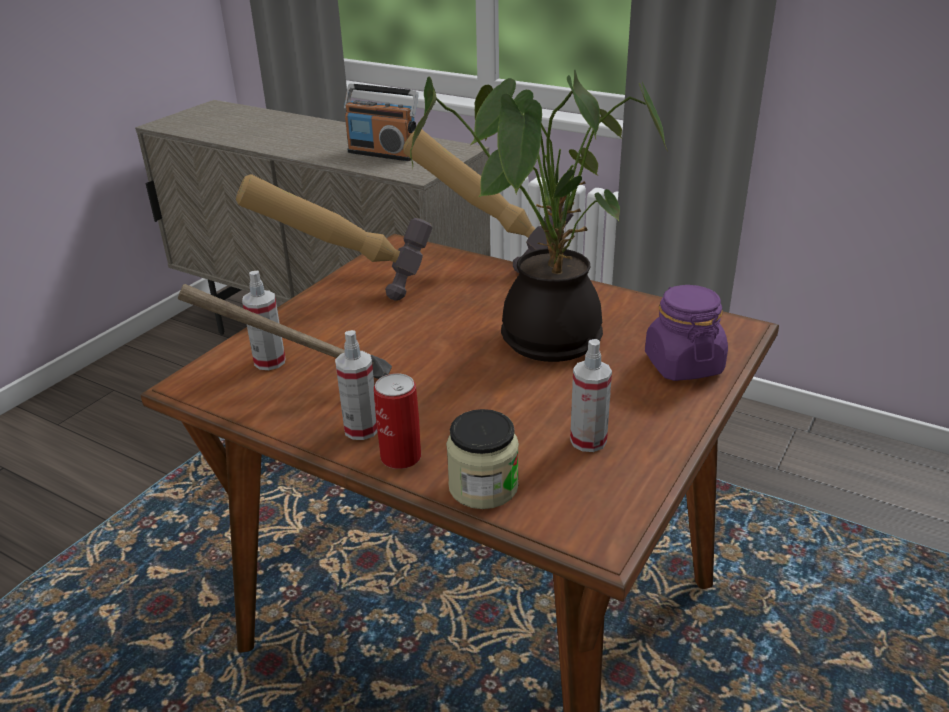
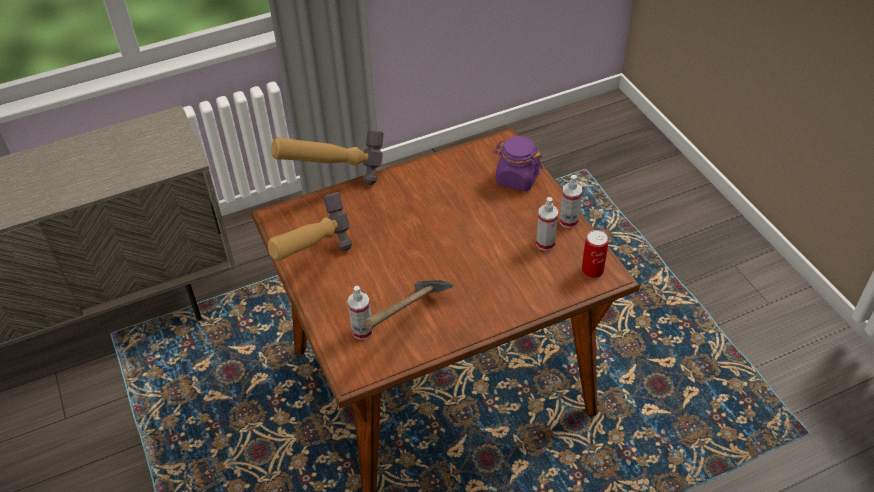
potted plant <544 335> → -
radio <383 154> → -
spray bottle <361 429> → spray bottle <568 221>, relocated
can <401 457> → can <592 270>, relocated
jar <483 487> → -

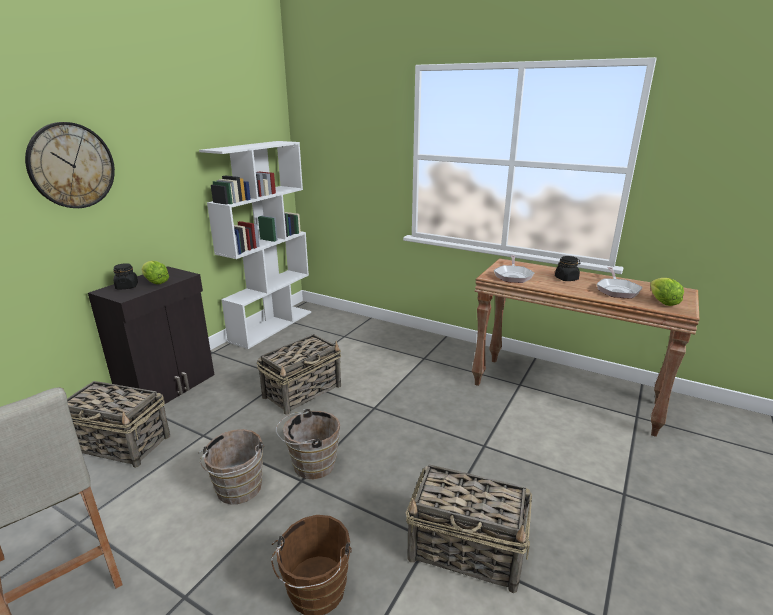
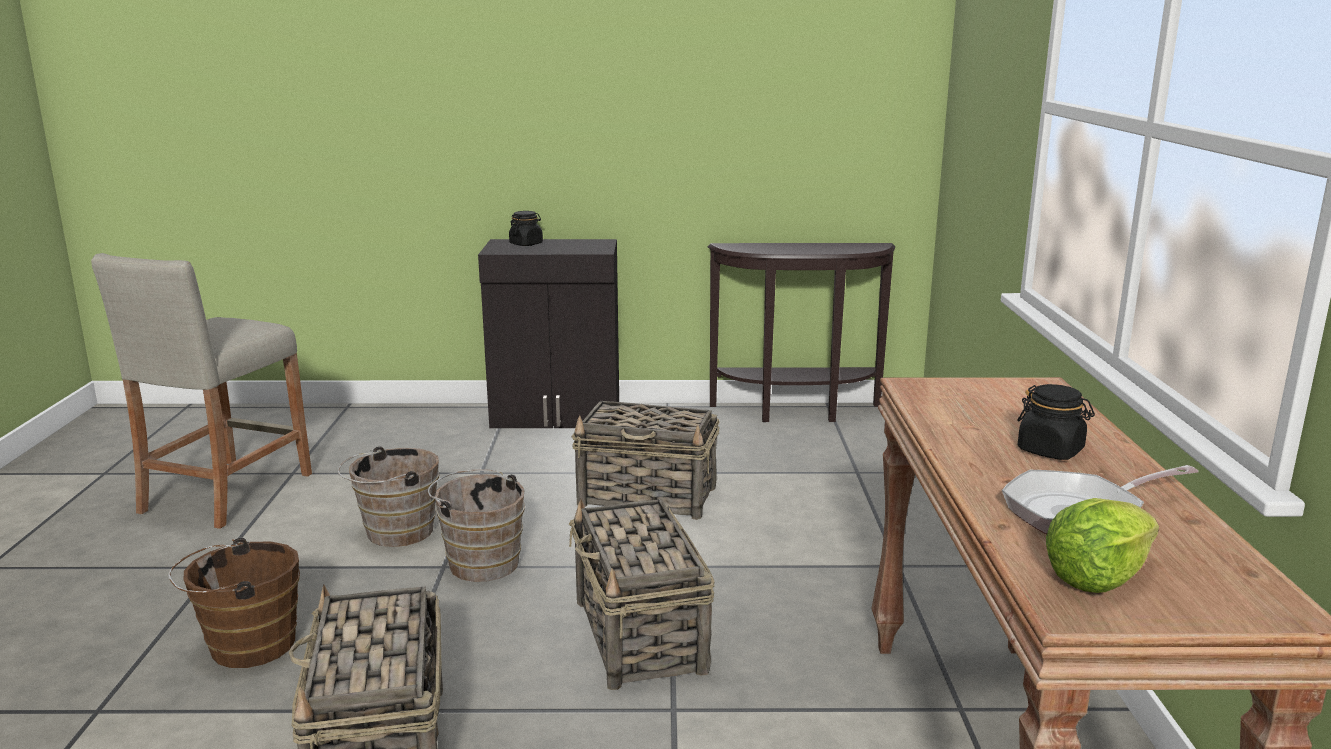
wall clock <71 166> → -
bookcase (white) <272 326> → console table (brown) <797 412>
frying pan <513 276> → -
lettuce <155 282> → -
basket <121 444> → basket <640 637>, relocated

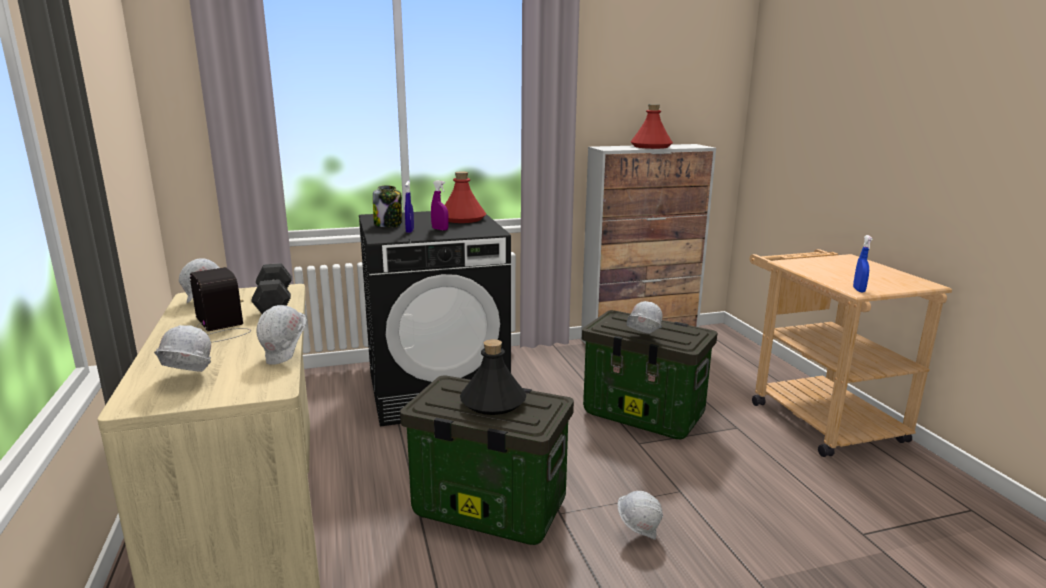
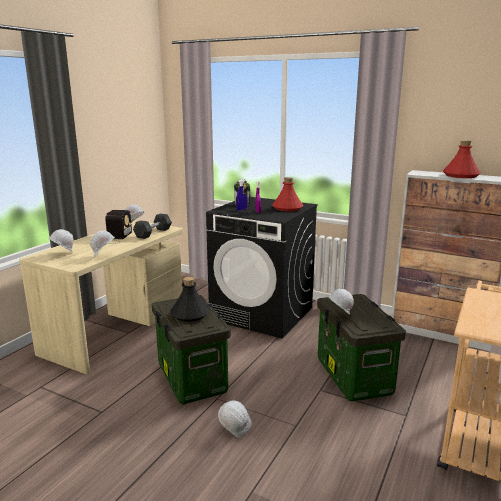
spray bottle (blue) <859 290> → -

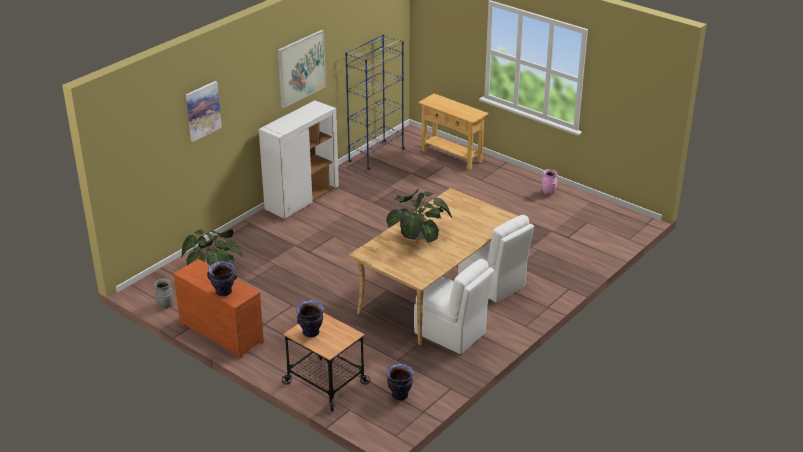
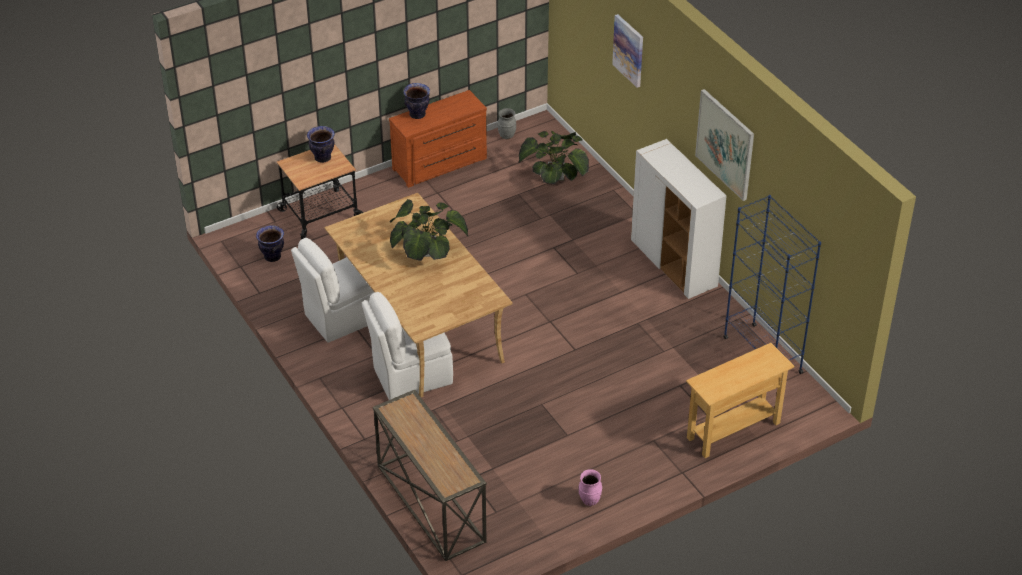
- → console table <430 504>

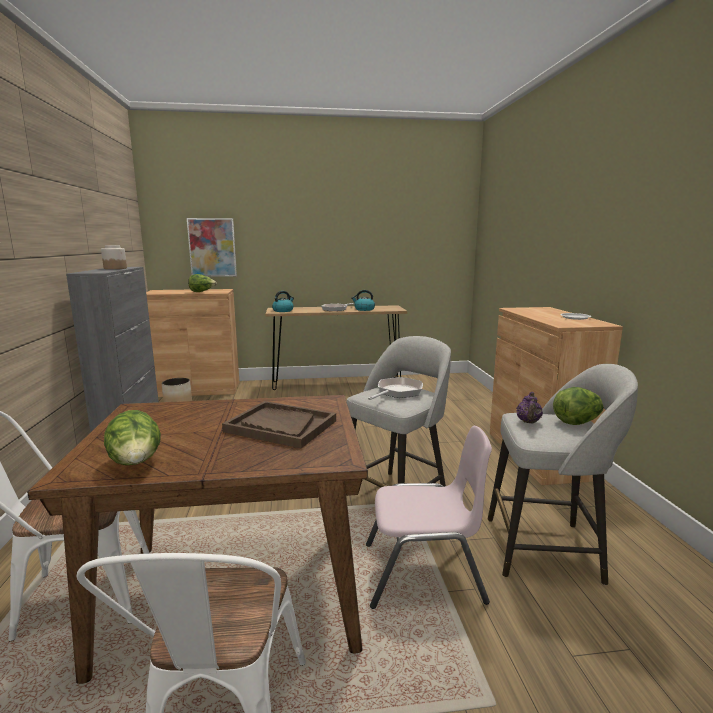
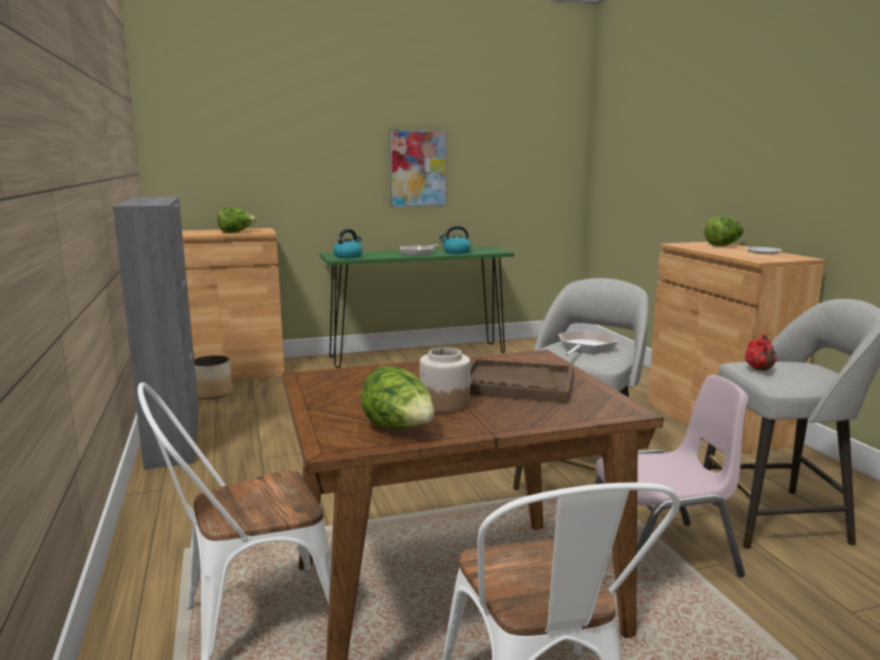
picture <212 247> → picture <418 168>, relocated
jar <115 268> → jar <444 404>, relocated
console table (brown) <336 383> → console table (green) <418 355>
lettuce <577 422> → lettuce <723 245>, relocated
teapot (purple) <528 422> → teapot (red) <759 370>

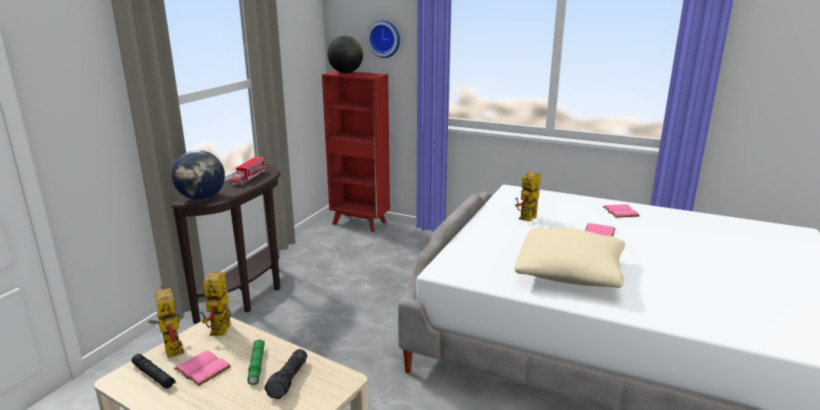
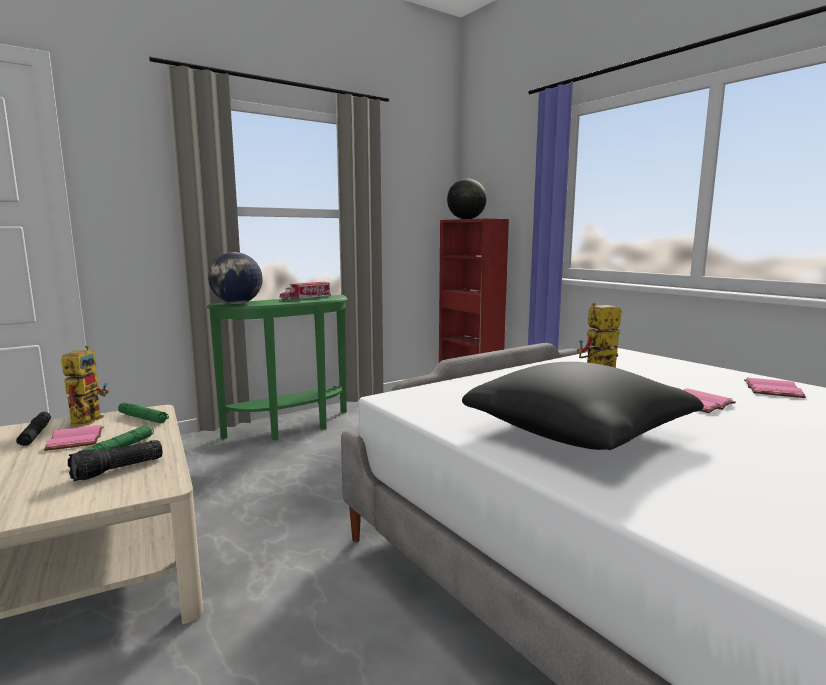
wall clock <385 38> → -
console table (brown) <250 295> → console table (green) <294 428>
pillow (beige) <569 272> → pillow (black) <578 432>
toy robot <221 333> → flashlight (green) <143 418>

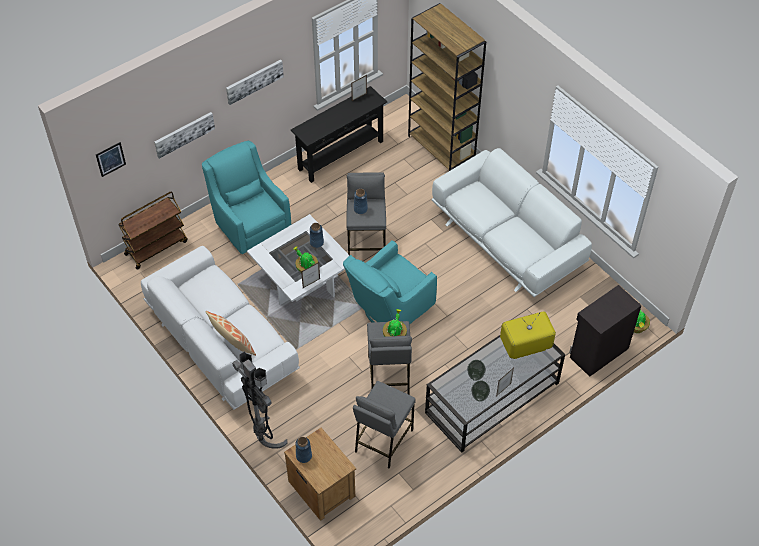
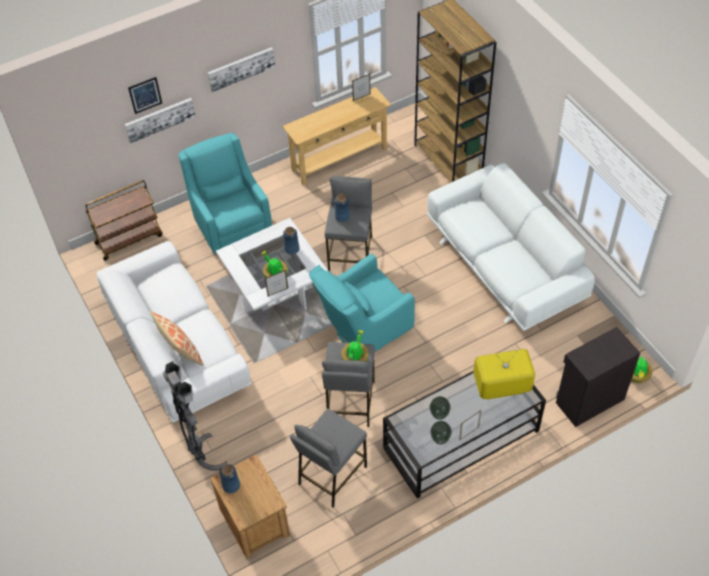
console table (black) <340 155> → console table (beige) <339 159>
picture <110 159> → picture <145 95>, relocated

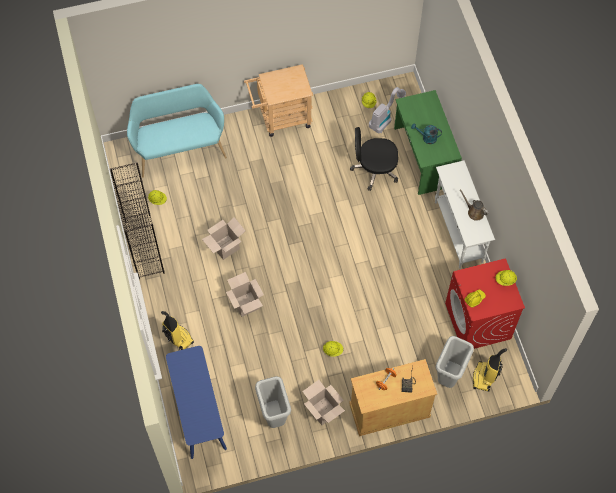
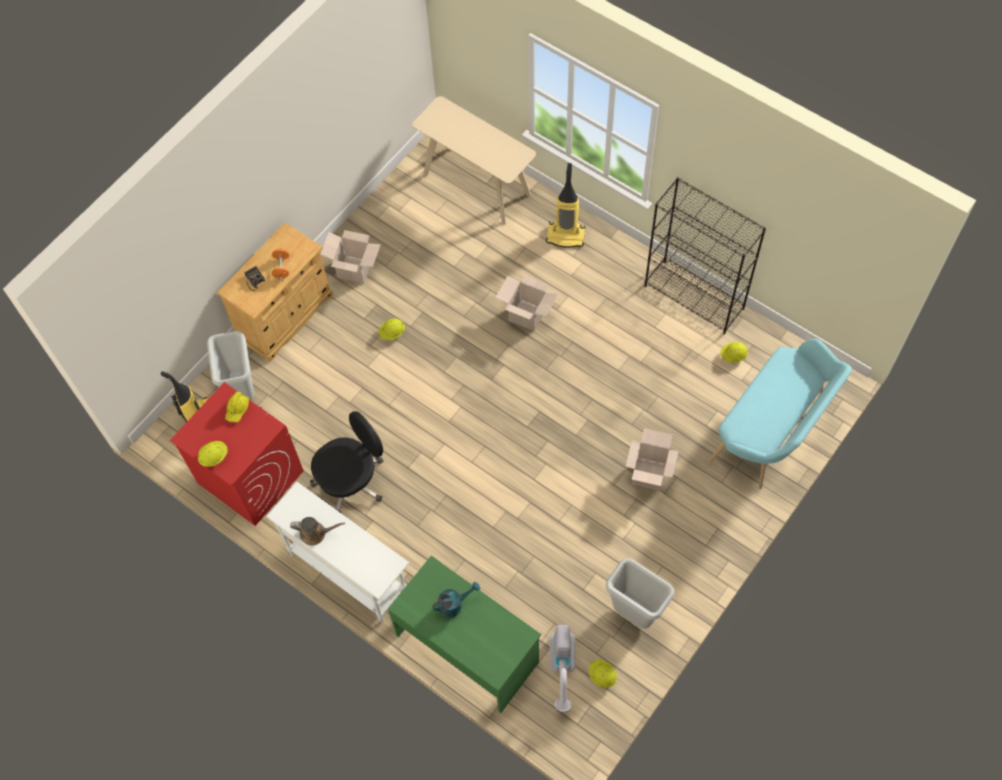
cart (beige) <280 118> → -
office chair (black) <374 169> → office chair (black) <352 481>, relocated
cardboard box <225 247> → cardboard box <649 474>, relocated
console table (blue) <199 415> → console table (beige) <477 184>
trash can (grey) <273 416> → trash can (grey) <635 613>, relocated

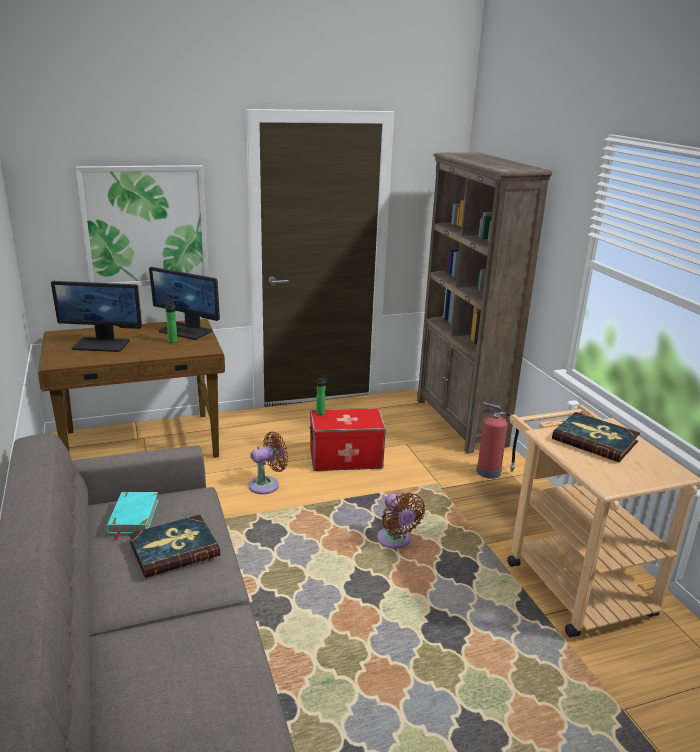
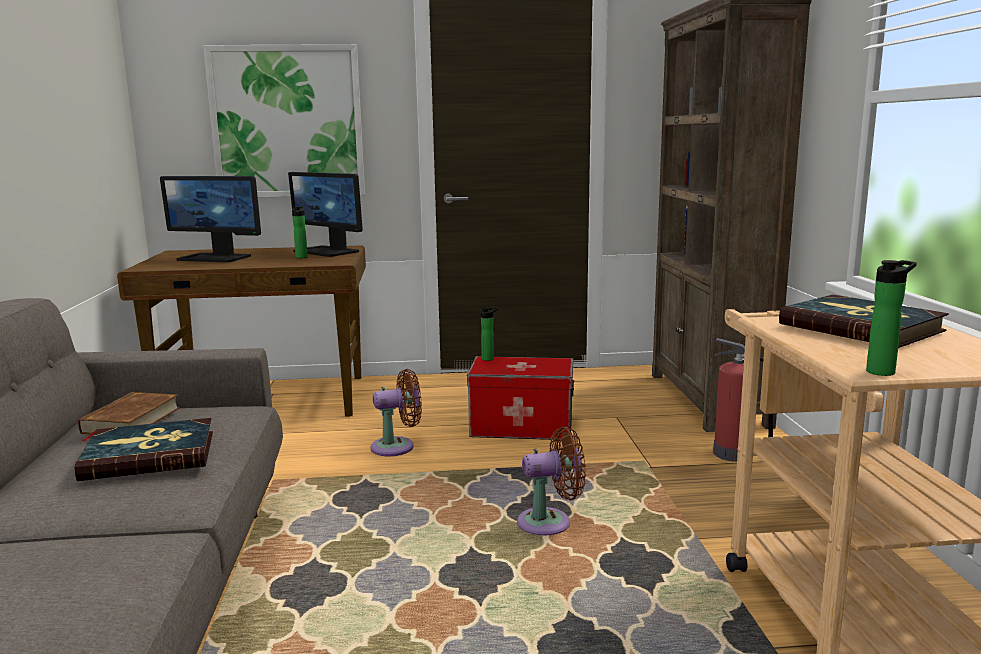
book (turquoise) <133 516> → book (brown) <131 421>
fan (brown) <395 541> → fan (brown) <550 523>, 90 degrees counterclockwise
- → bottle <883 371>

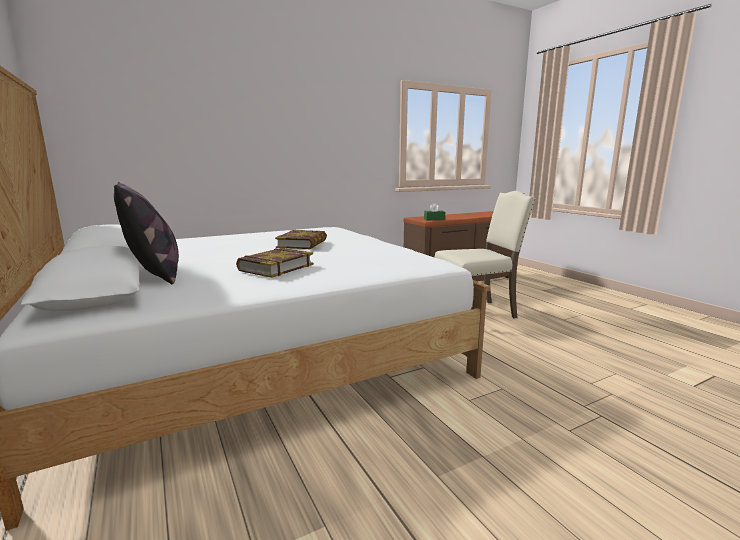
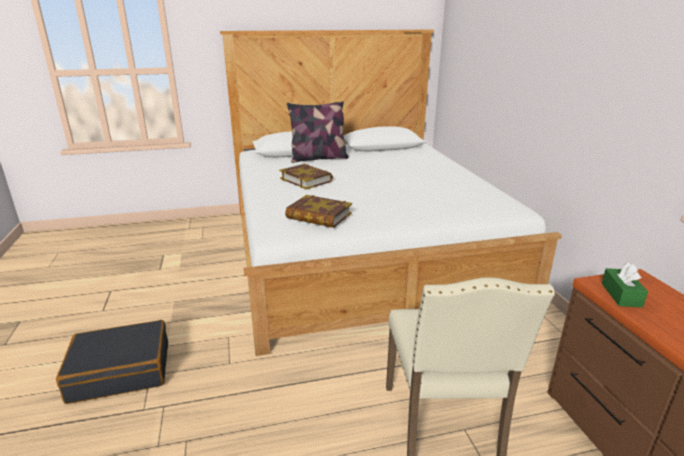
book <302 244> → book <319 216>, relocated
- → suitcase (black) <121 371>

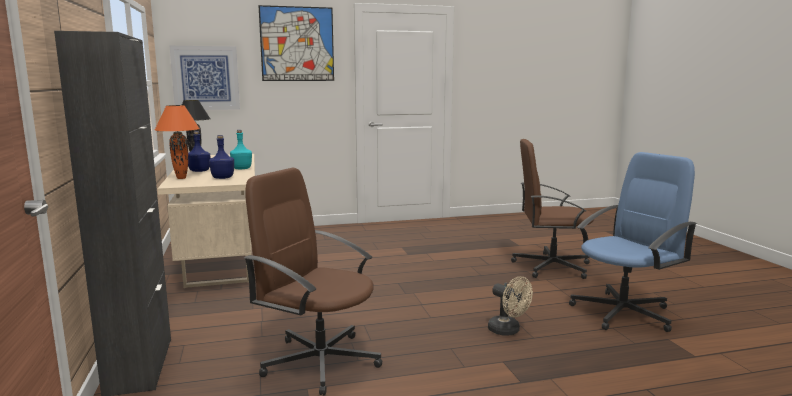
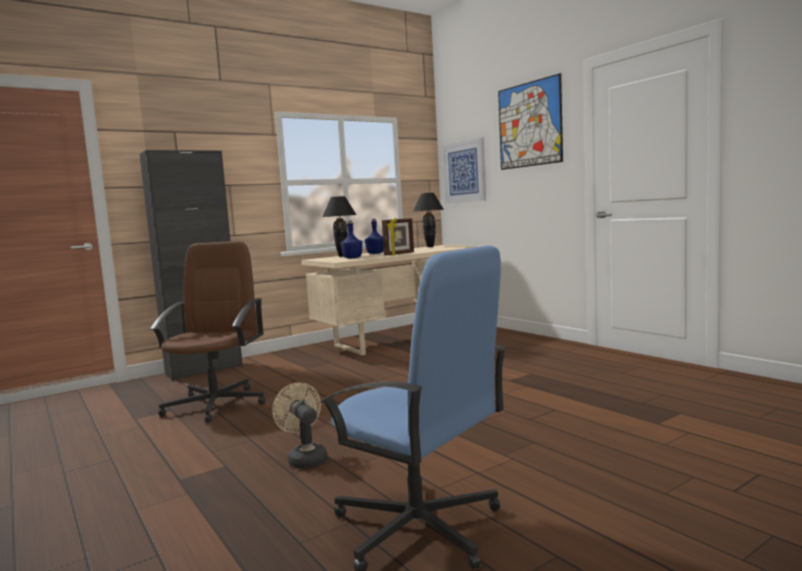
table lamp (orange) <181 178> → table lamp (black) <342 256>
bottle (turquoise) <241 168> → picture frame <399 254>
office chair (brown) <550 266> → -
fan (beige) <508 331> → fan (beige) <305 458>, 120 degrees clockwise

